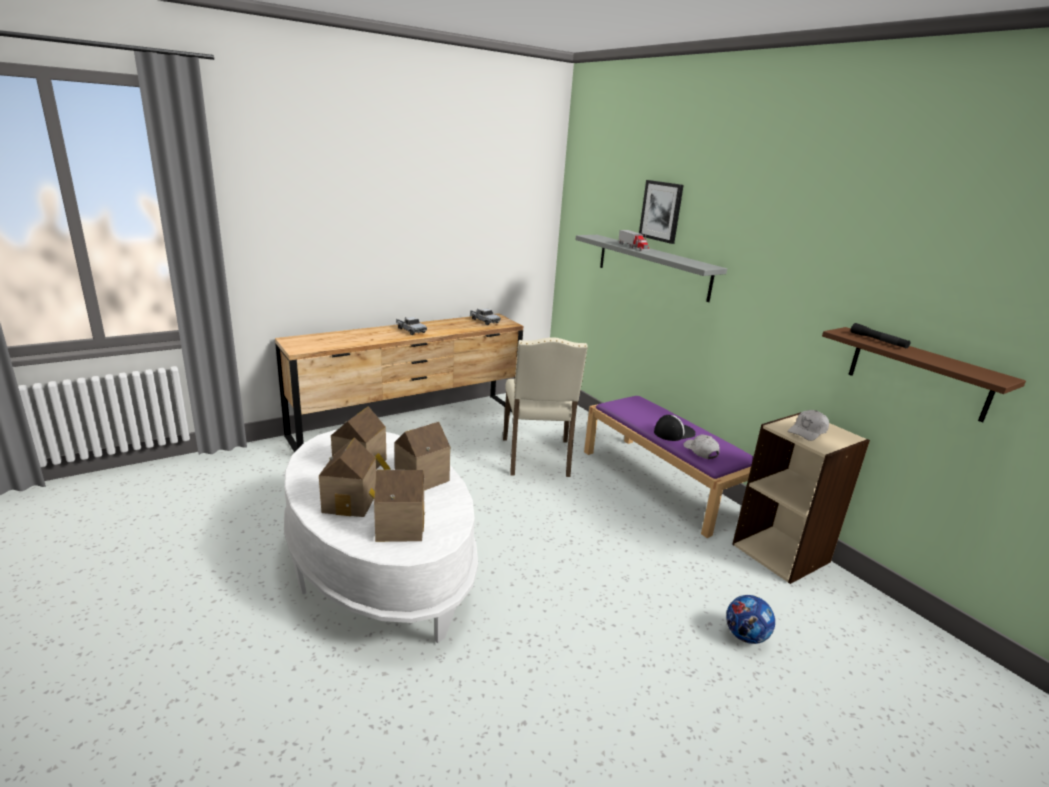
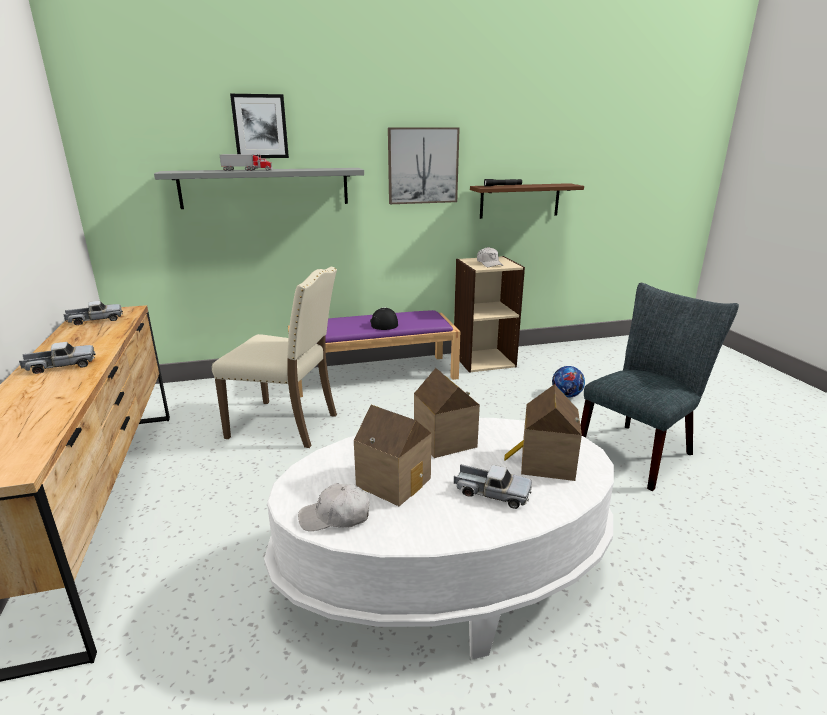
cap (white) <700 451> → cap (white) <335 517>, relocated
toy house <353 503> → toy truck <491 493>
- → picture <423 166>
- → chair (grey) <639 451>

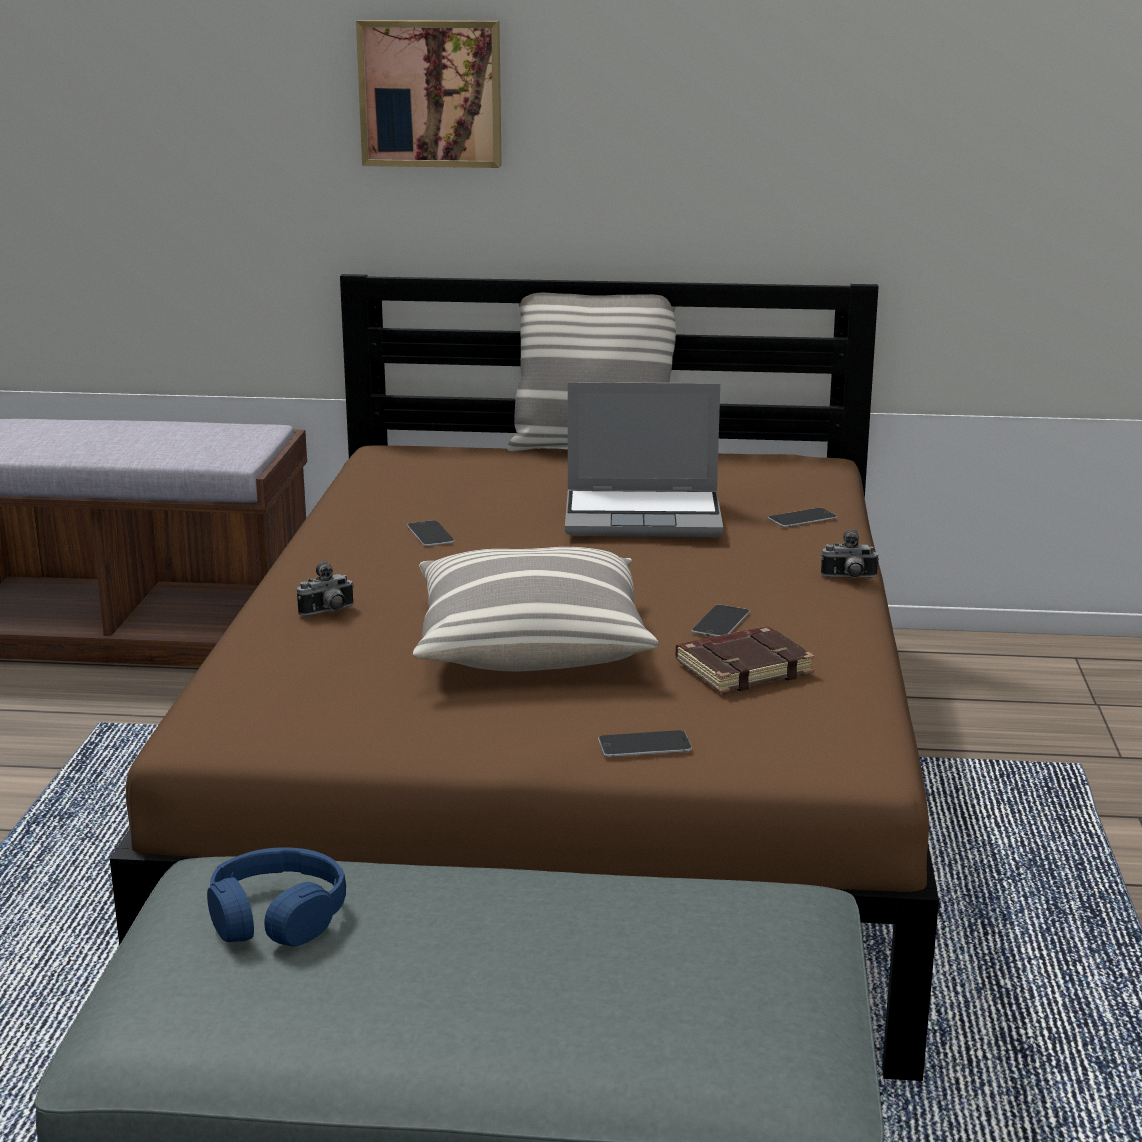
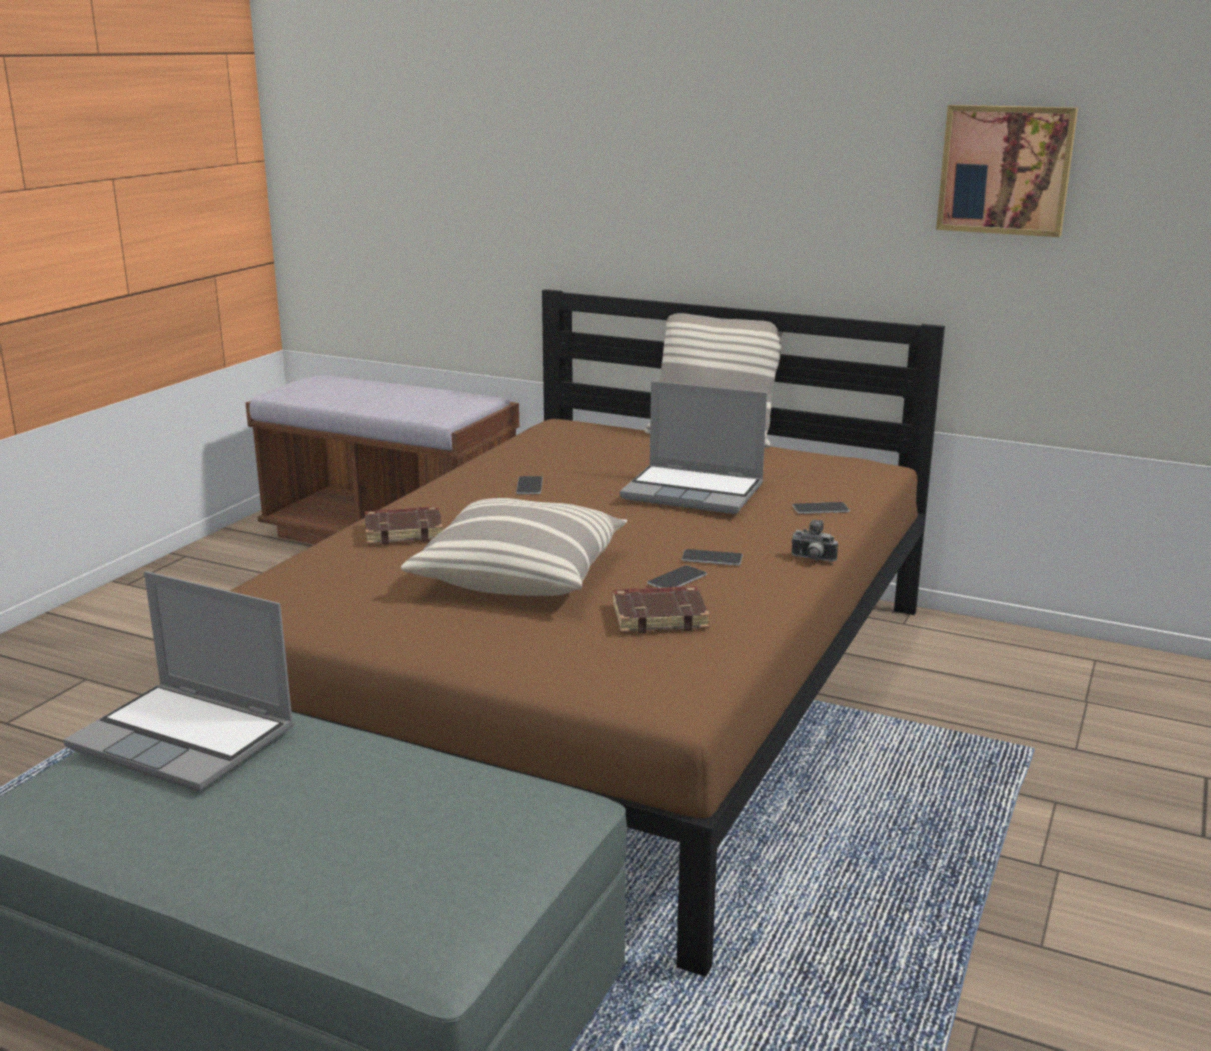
picture <431 93> → picture <1005 169>, relocated
photo camera <328 612> → book (brown) <404 531>
phone <644 744> → phone <712 558>, relocated
headphones (blue) <277 916> → laptop <187 739>

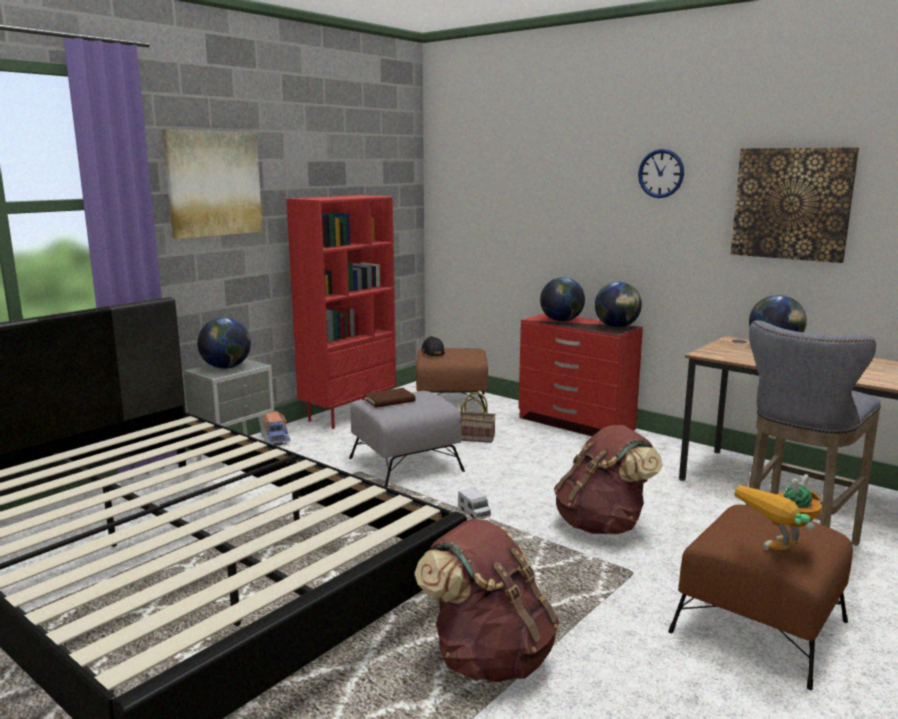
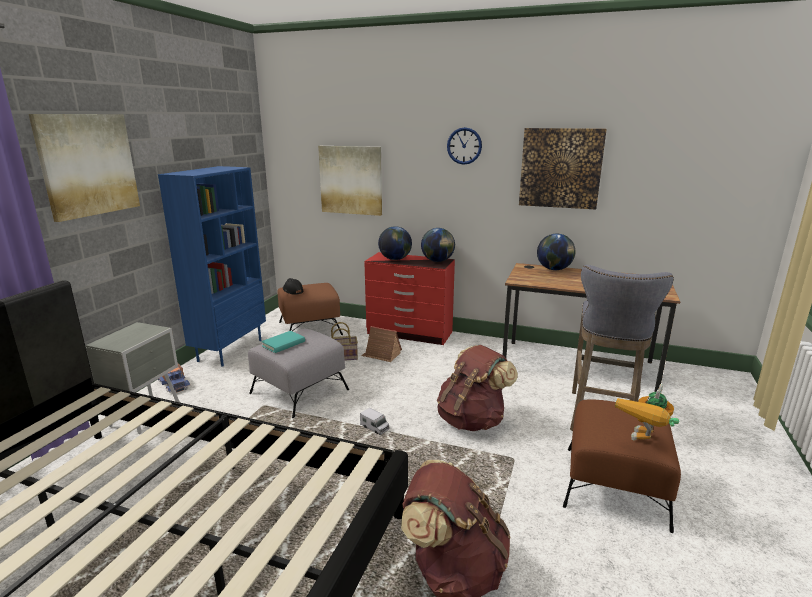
bookcase (red) <348 414> → bookcase (blue) <230 350>
globe <226 367> → -
book (brown) <390 401> → book (turquoise) <283 344>
- → picture <351 180>
- → toy house <381 354>

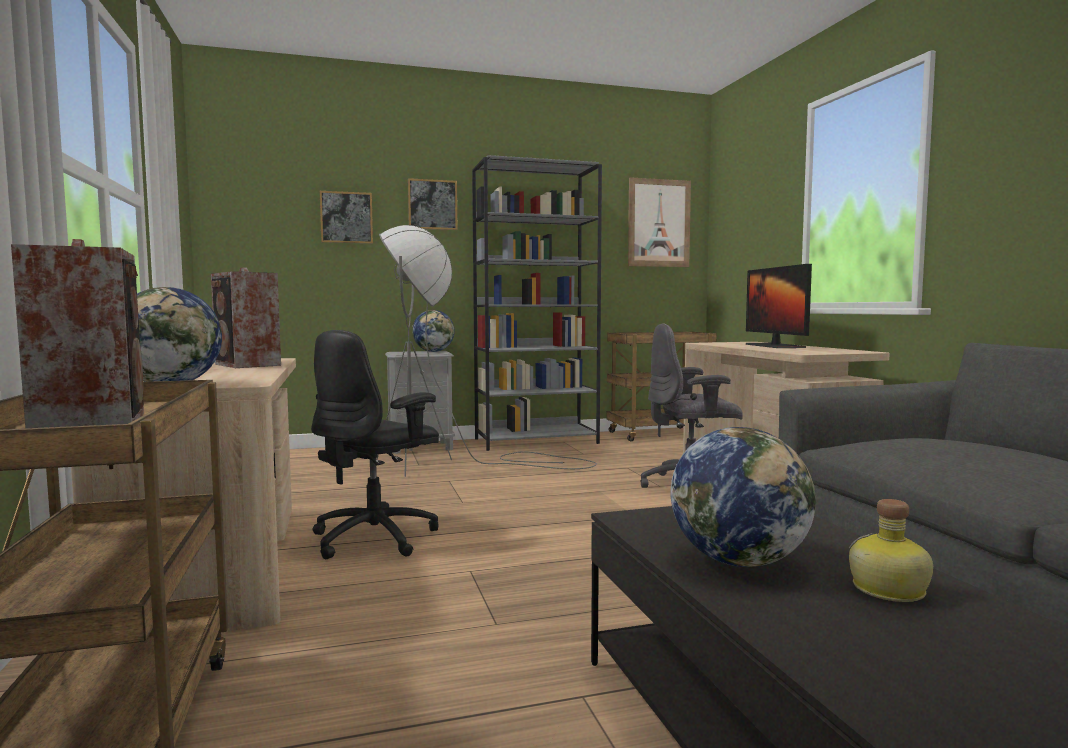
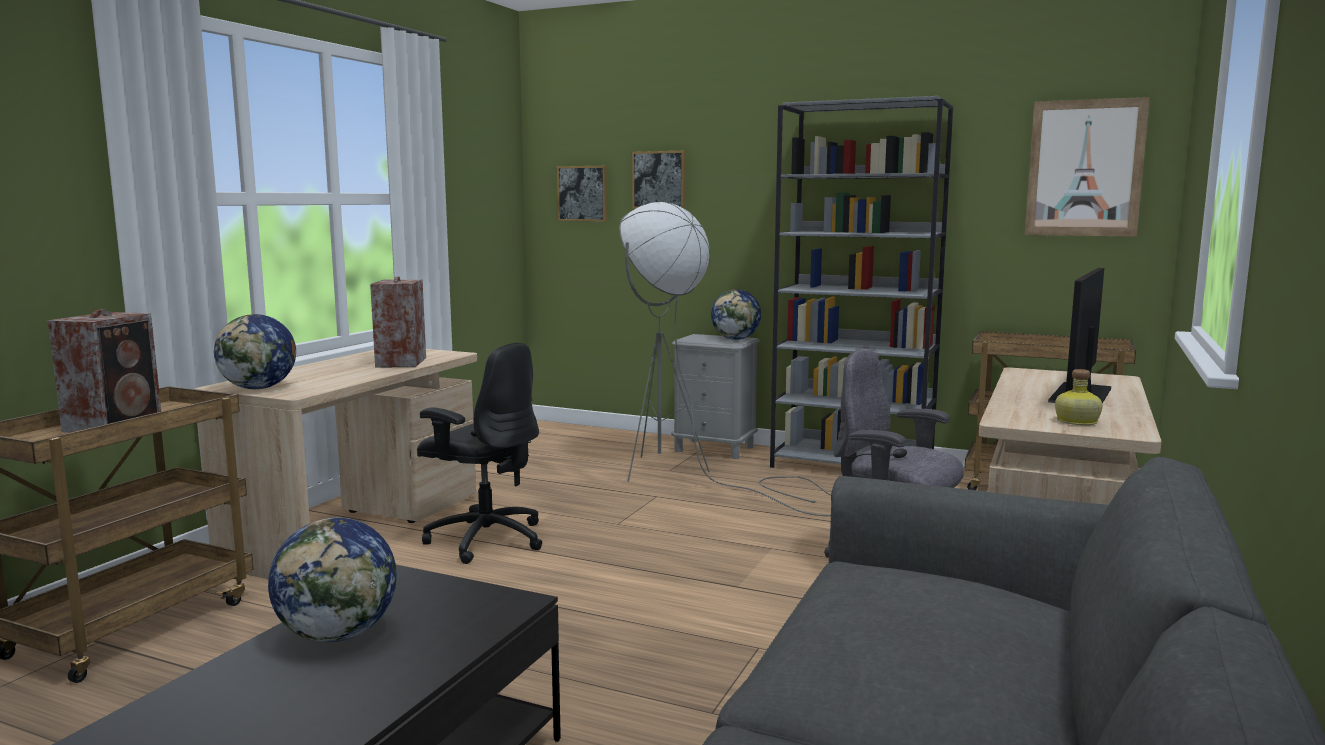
picture <432 204> → picture <582 193>, relocated
office chair (black) <376 538> → office chair (black) <486 539>, 135 degrees counterclockwise
bottle <889 590> → bottle <1076 422>, relocated

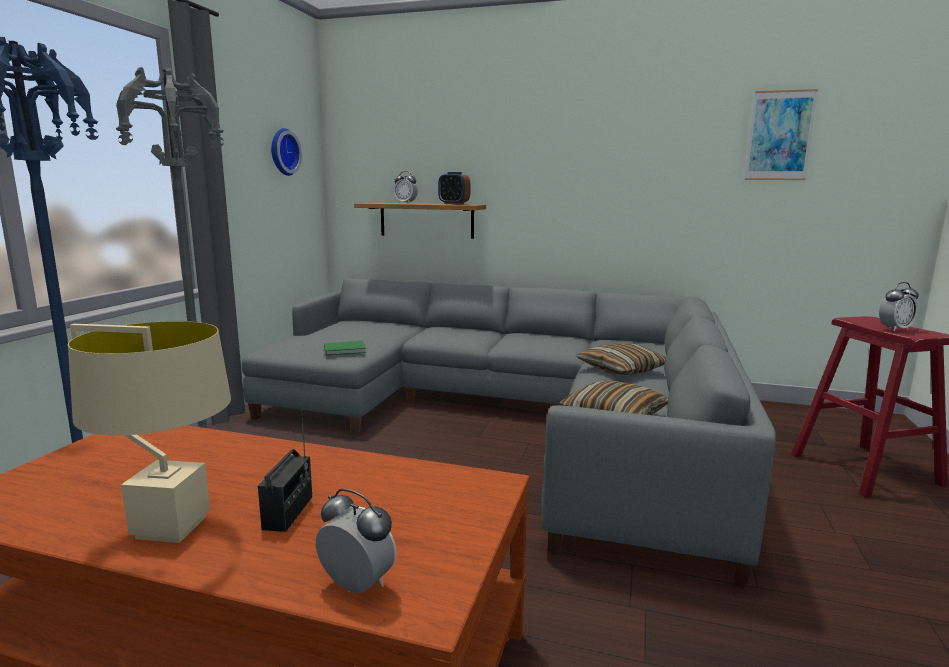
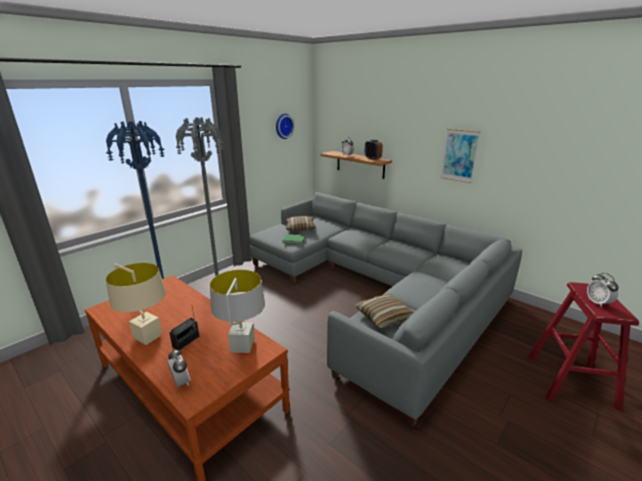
picture <779 136> → picture <459 155>, relocated
alarm clock <894 329> → alarm clock <598 303>, 75 degrees clockwise
pillow <621 369> → pillow <300 228>, relocated
- → table lamp (grey) <242 347>

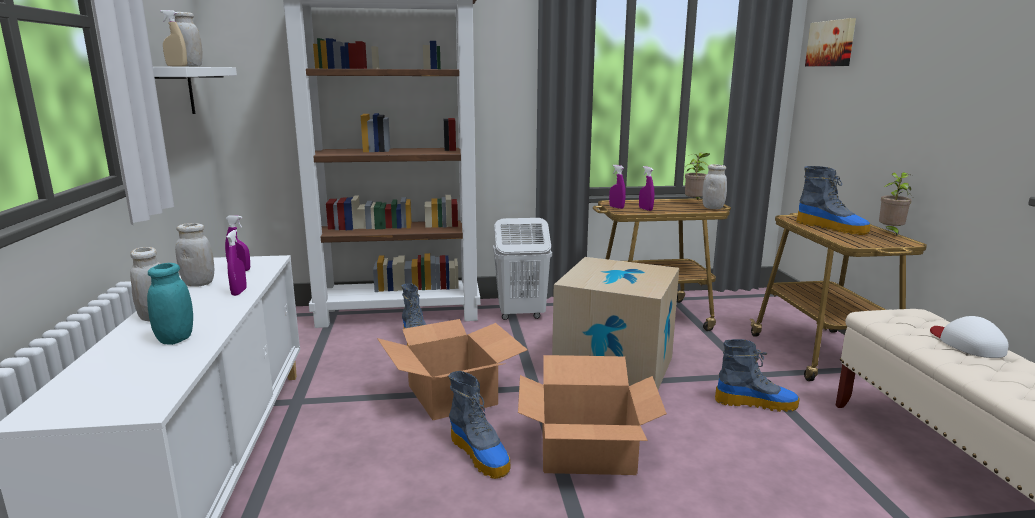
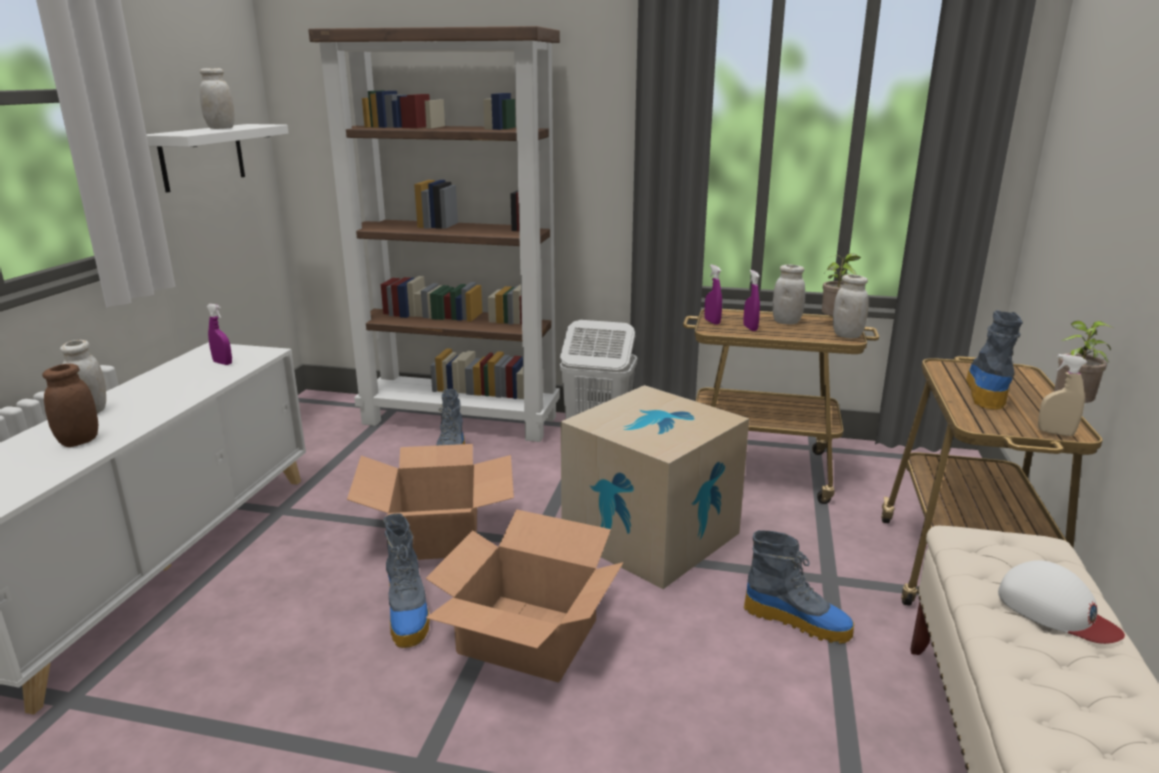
spray bottle (beige) <177 66> → spray bottle (beige) <1055 433>, relocated
picture <831 43> → -
boot <832 228> → boot <987 390>, 135 degrees counterclockwise
jar (white) <198 283> → jar (white) <786 322>, relocated
spray bottle (purple) <239 292> → -
jar (turquoise) <175 339> → jar (brown) <79 441>
cap (white) <966 343> → cap (white) <1055 611>, 135 degrees clockwise

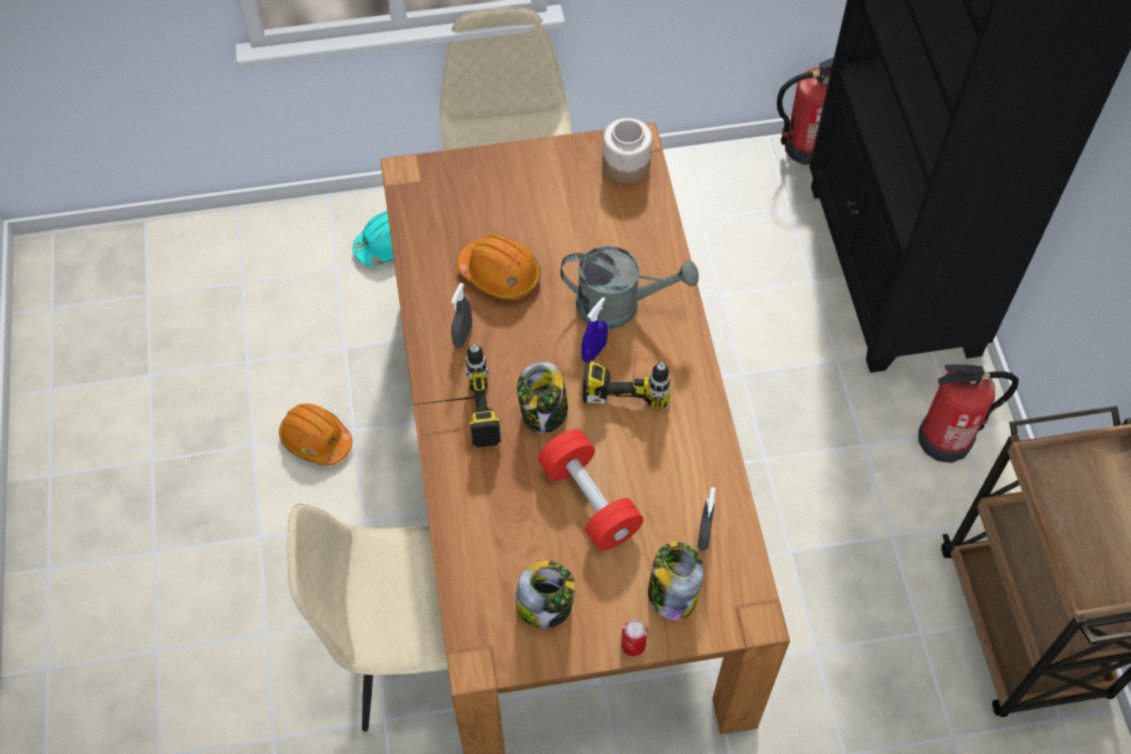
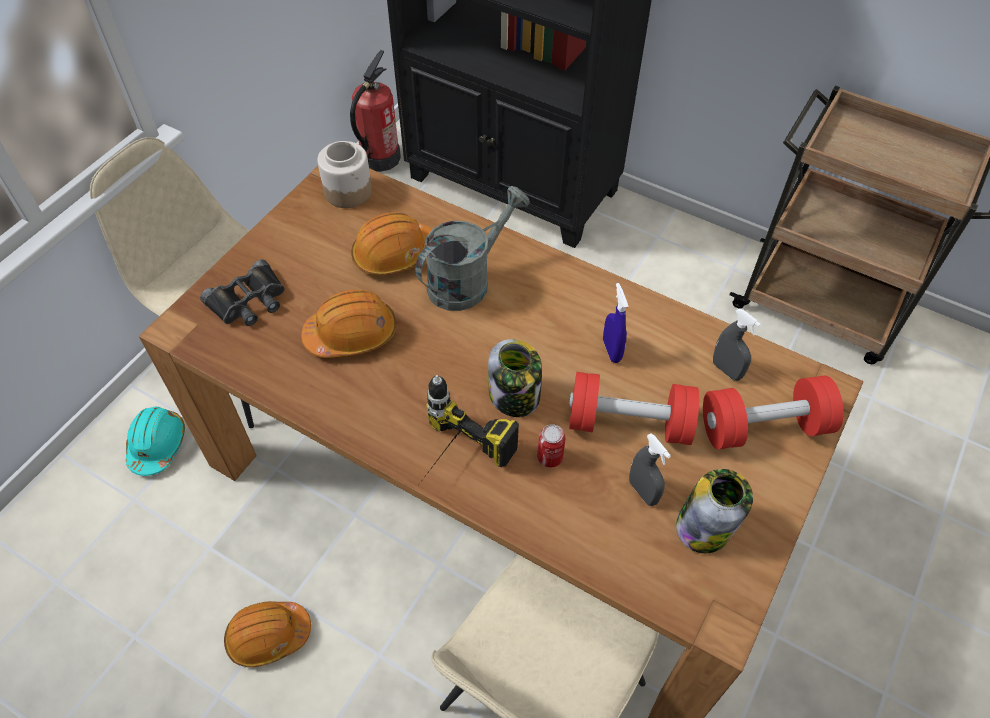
spray bottle (grey) <463 336> → spray bottle (grey) <643 492>, relocated
spray bottle (blue) <594 352> → spray bottle (blue) <611 350>, relocated
power drill <629 374> → -
fire extinguisher <946 439> → -
jar <672 594> → dumbbell (red) <763 427>
can <633 645> → can <549 457>, relocated
- → hard hat (orange) <394 255>
- → binoculars (black) <249 301>

